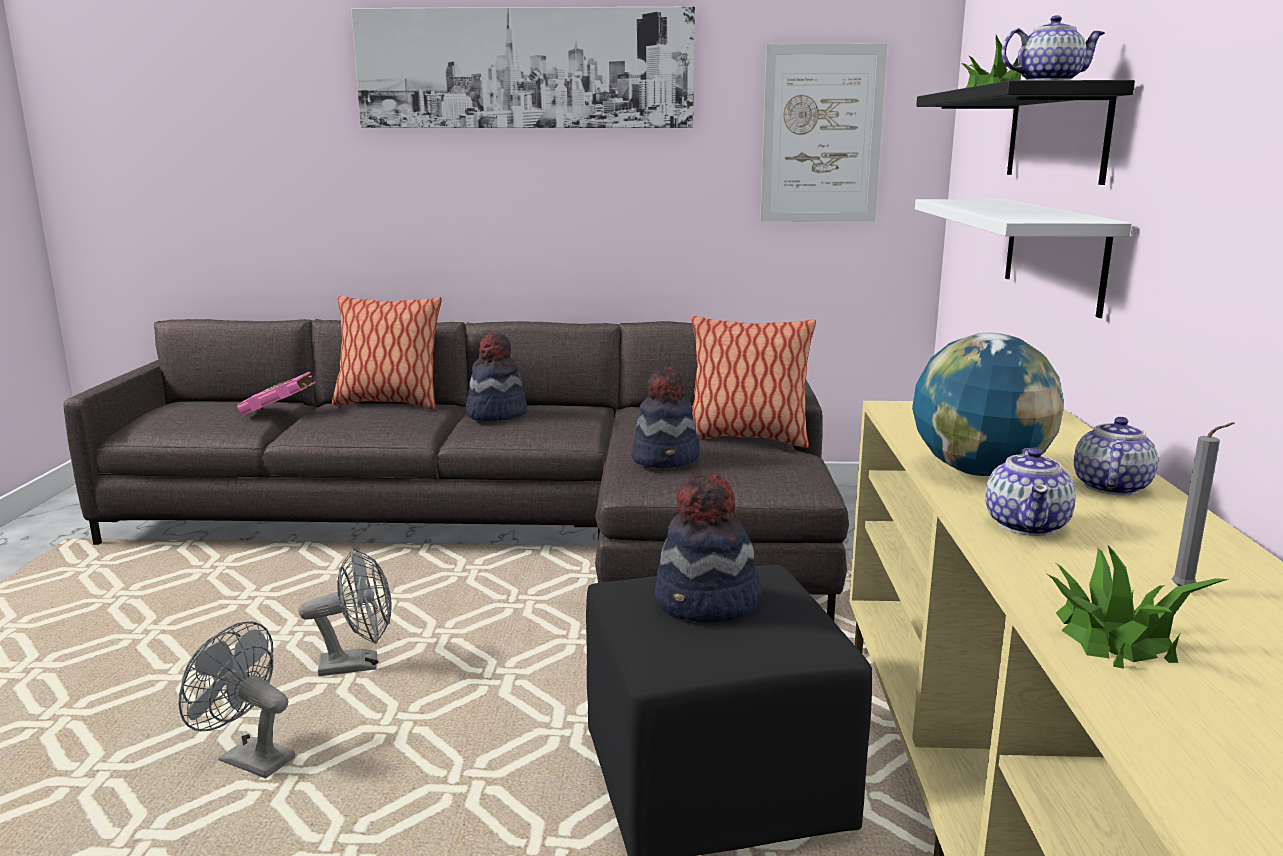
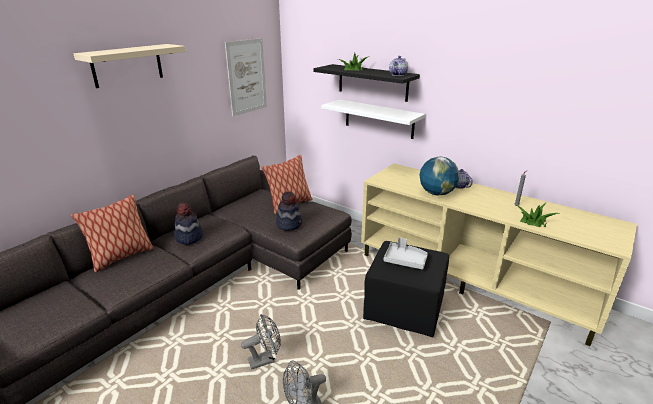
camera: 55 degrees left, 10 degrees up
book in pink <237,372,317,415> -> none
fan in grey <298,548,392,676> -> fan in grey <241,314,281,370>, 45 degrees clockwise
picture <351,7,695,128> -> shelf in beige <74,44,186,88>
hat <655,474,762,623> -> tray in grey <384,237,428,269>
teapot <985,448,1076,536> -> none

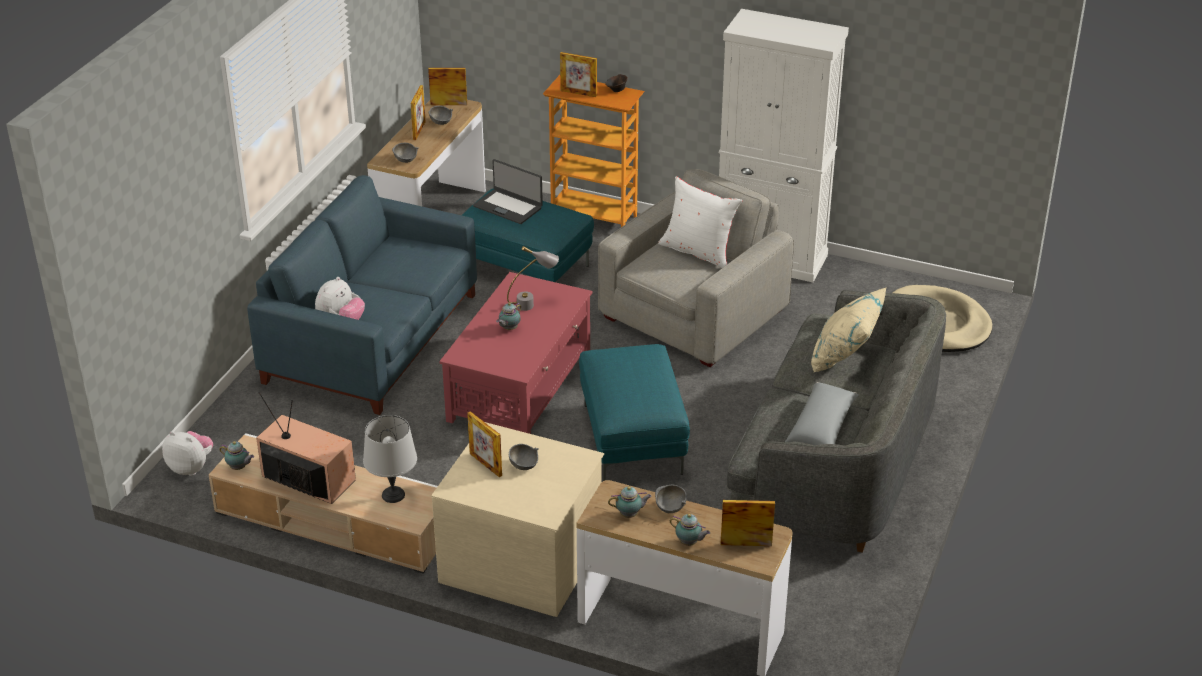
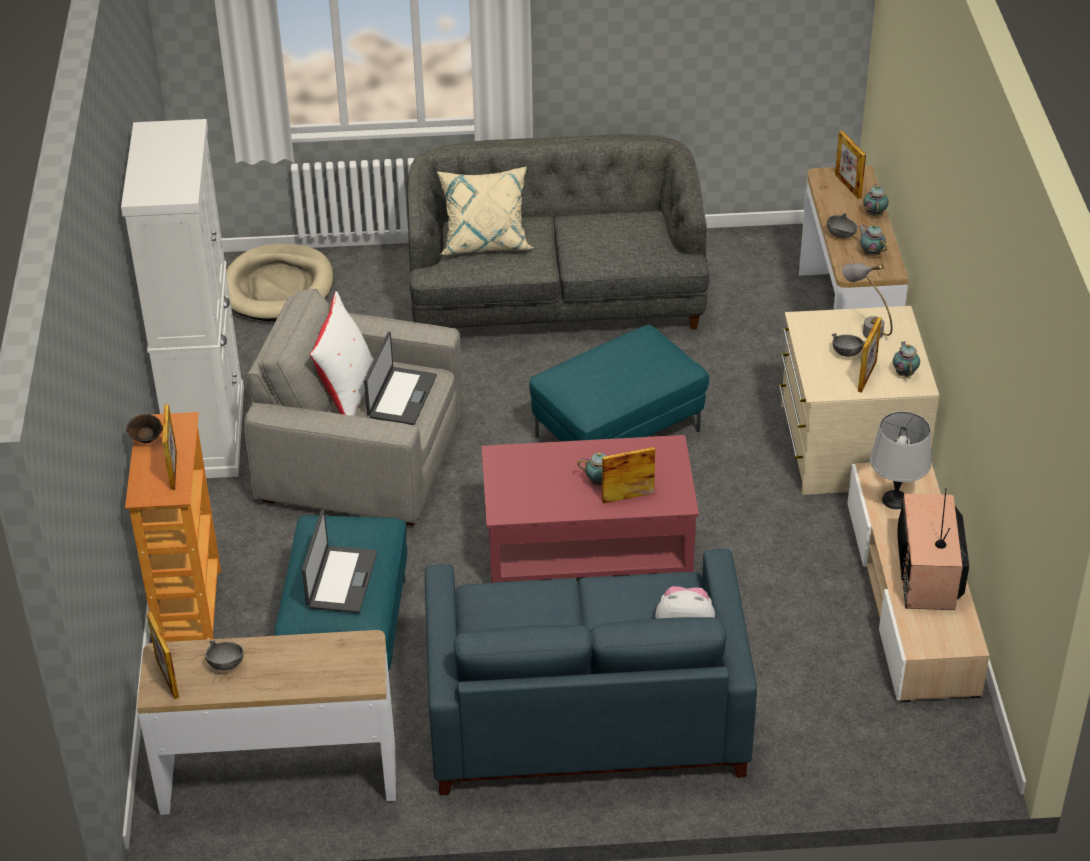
camera: 115 degrees left, 5 degrees up
plush toy <162,431,213,476> -> none
teapot <219,441,254,470> -> teapot <893,341,920,377>, move
bowl in grey <392,143,419,163> -> none
picture frame <411,85,425,140> -> picture frame <602,447,655,504>, move
table lamp in grey <507,246,559,311> -> table lamp in grey <842,263,892,339>, move
pillow in grey <785,382,859,445> -> none
none -> laptop <364,332,437,425>

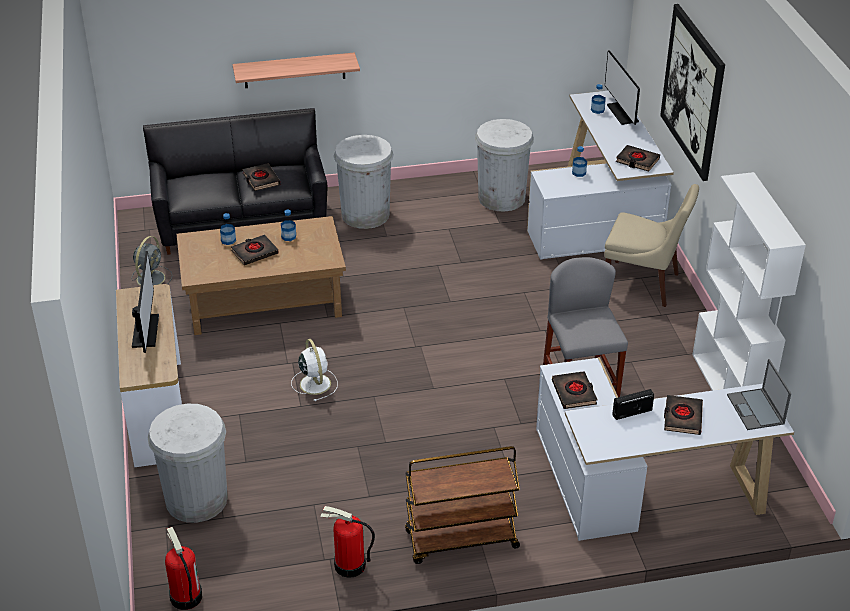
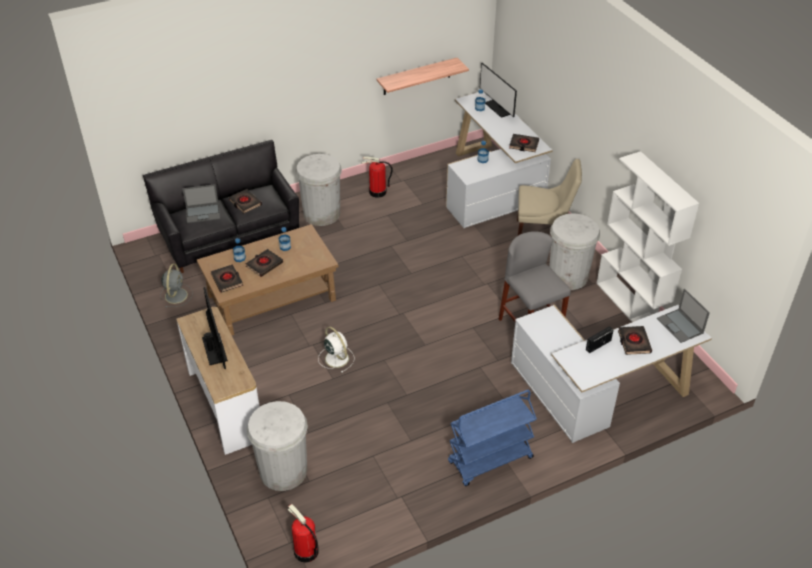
camera: 15 degrees left, 5 degrees up
shelf <233,53,360,88> -> shelf <376,58,469,95>, move
fire extinguisher <320,506,375,578> -> fire extinguisher <361,157,393,197>, move
cart in brown <405,446,520,564> -> cart in blue <448,390,537,486>
trash can in white <475,119,534,211> -> trash can in white <549,213,600,290>, move
book in black <552,371,598,409> -> book in black <211,264,243,293>, move
picture <660,4,725,181> -> none
none -> laptop <182,184,220,223>

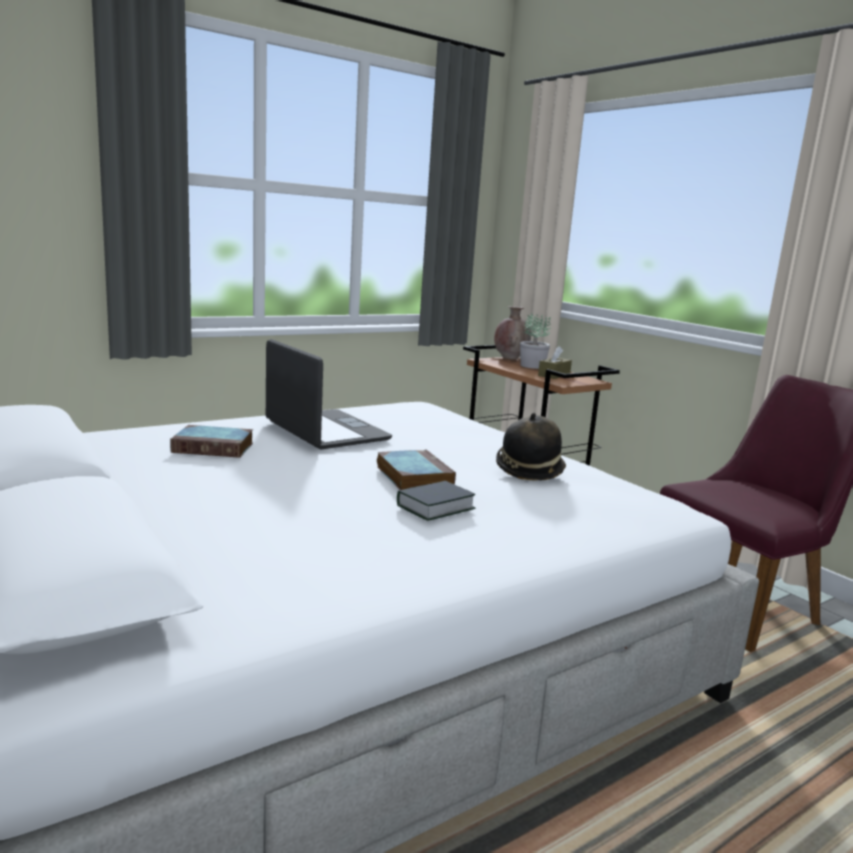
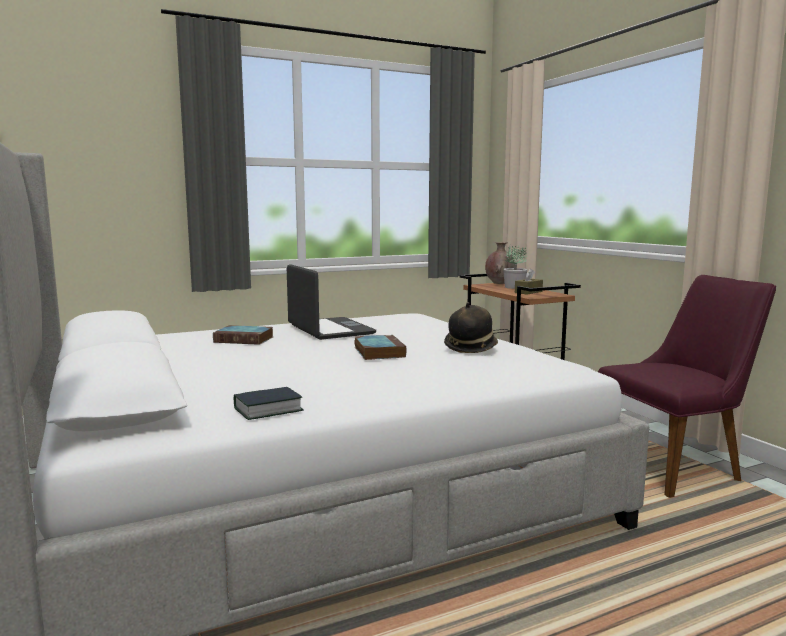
camera: 10 degrees right, 5 degrees down
book <397,481,476,521> -> book <234,387,304,420>, move

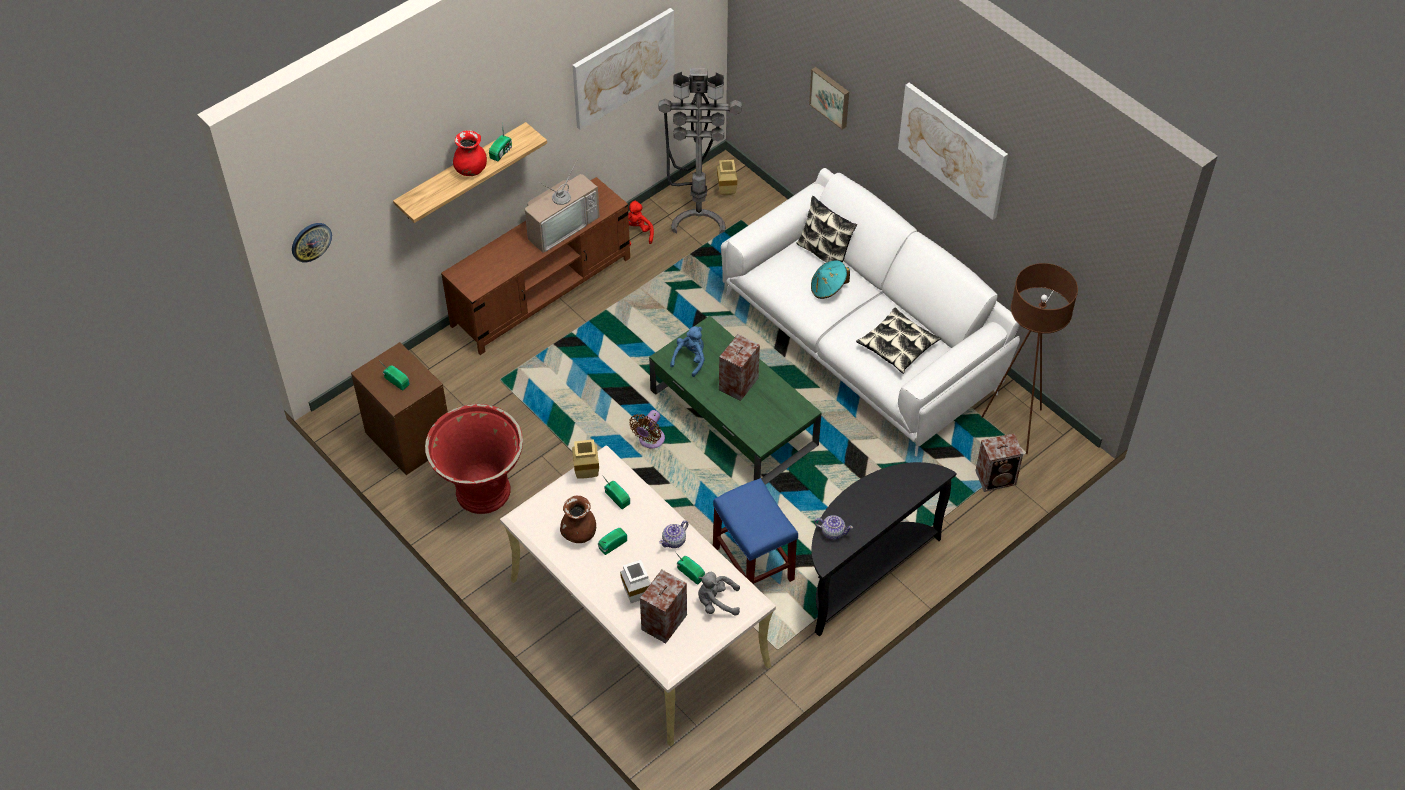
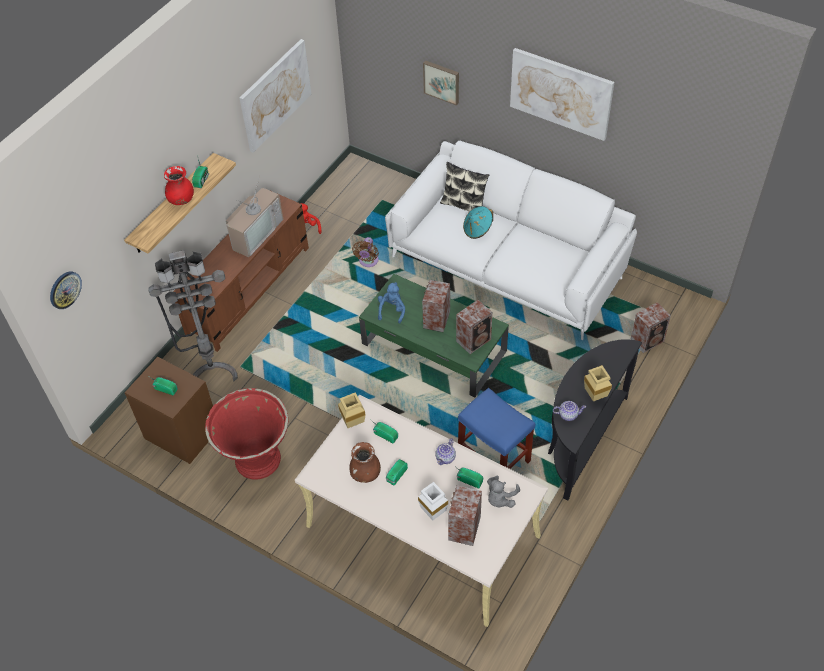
camera: 15 degrees left, 0 degrees up
fan in brown <629,410,665,448> -> fan in brown <352,237,379,267>, move
floor lamp in grey <658,68,742,234> -> floor lamp in grey <148,250,238,382>, move
plush toy in grey <698,572,740,616> -> plush toy in grey <487,475,520,508>, 45 degrees counterclockwise
vase in beige <717,159,738,195> -> vase in beige <584,365,612,401>, move
pillow <856,308,941,374> -> none
floor lamp in brown <981,263,1078,454> -> none
none -> speaker <456,300,492,354>

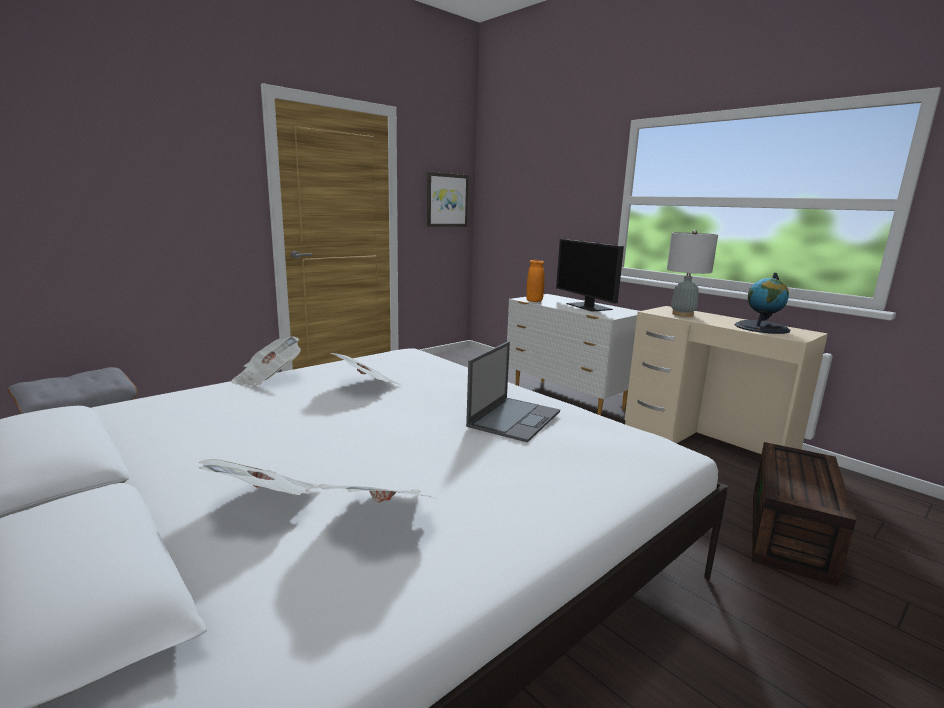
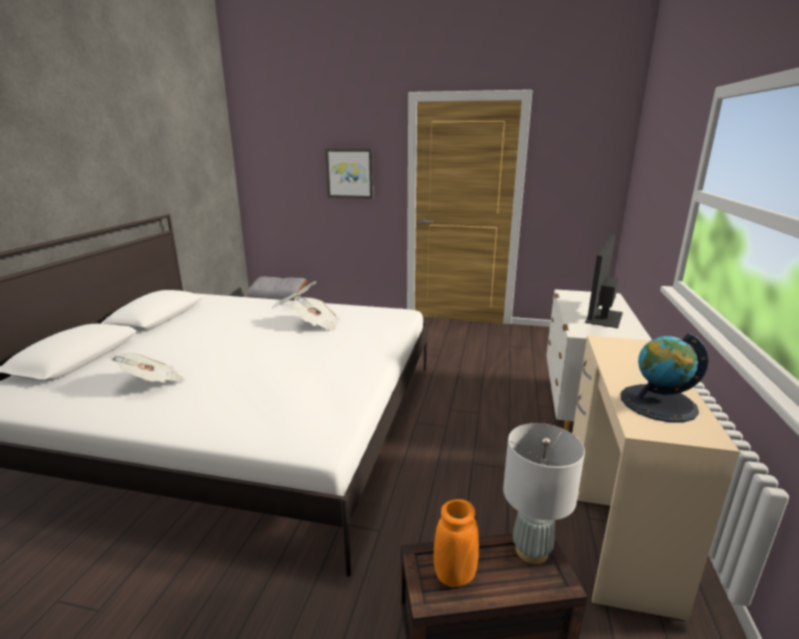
camera: 55 degrees right, 5 degrees up
newspaper <198,459,320,496> -> none
picture <427,172,469,227> -> picture <325,148,373,199>, move
laptop <466,341,560,443> -> none
vase in orange <526,260,545,302> -> vase in orange <434,499,479,587>, move
table lamp in grey <667,230,718,317> -> table lamp in grey <503,423,585,564>, move

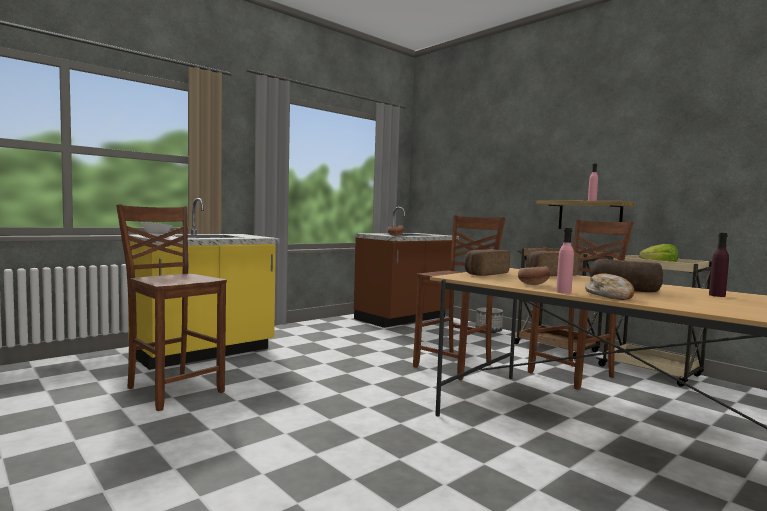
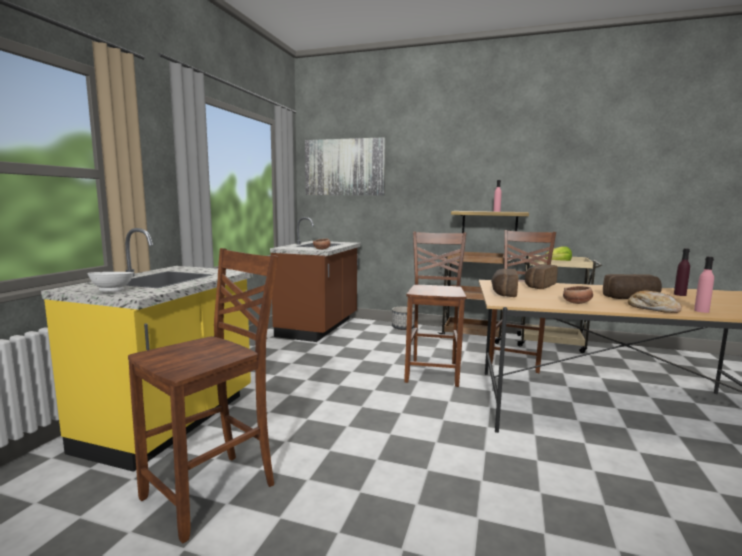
camera: 30 degrees left, 5 degrees up
chair in brown <116,204,227,411> -> chair in brown <128,248,278,543>, 120 degrees clockwise
bottle in pink <556,228,574,294> -> bottle in pink <694,257,714,313>, move
none -> picture <305,137,385,196>

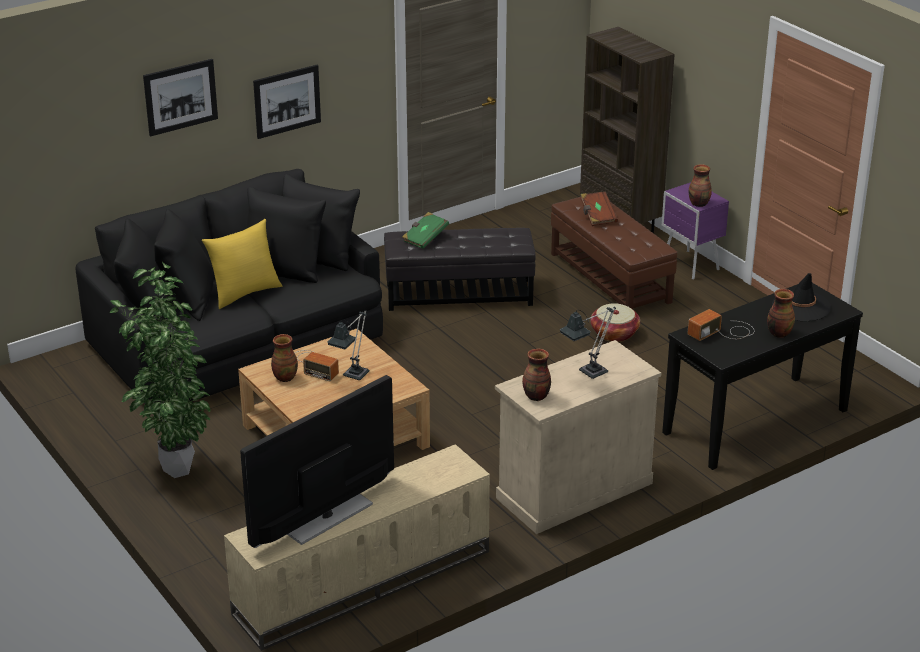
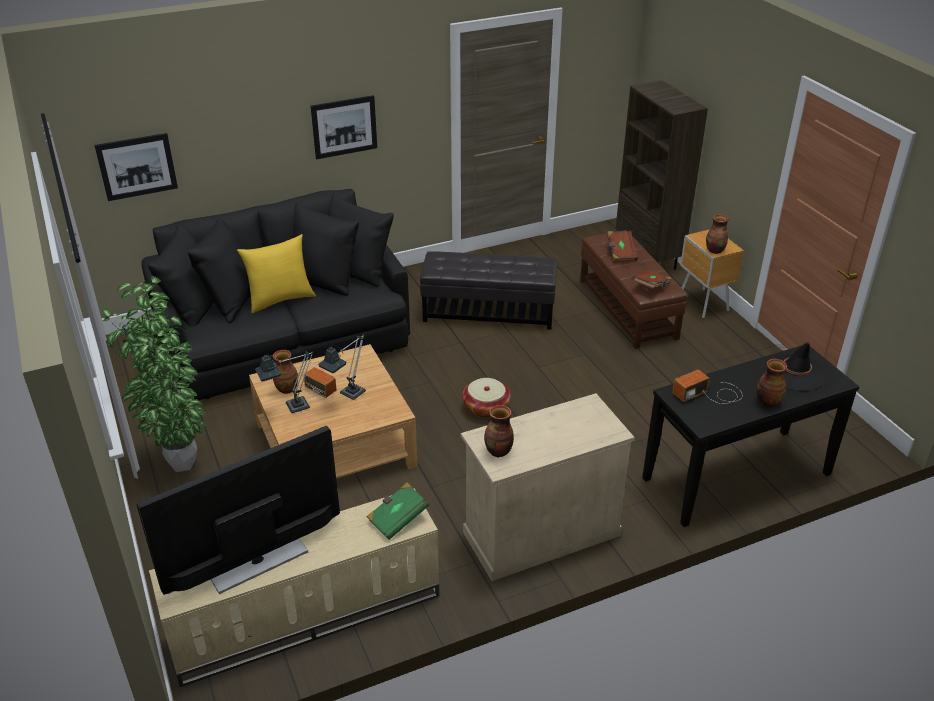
camera: 10 degrees right, 5 degrees up
picture <143,59,218,136> -> picture <94,133,178,201>, move
book in green <402,212,449,249> -> book in green <366,483,429,540>, move
table lamp <560,307,616,379> -> table lamp <255,351,314,413>, move
basket <590,303,640,342> -> basket <462,378,511,418>, move
nightstand in purple <662,182,729,280> -> nightstand in brown <680,229,744,318>
none -> book in brown <631,270,672,289>

